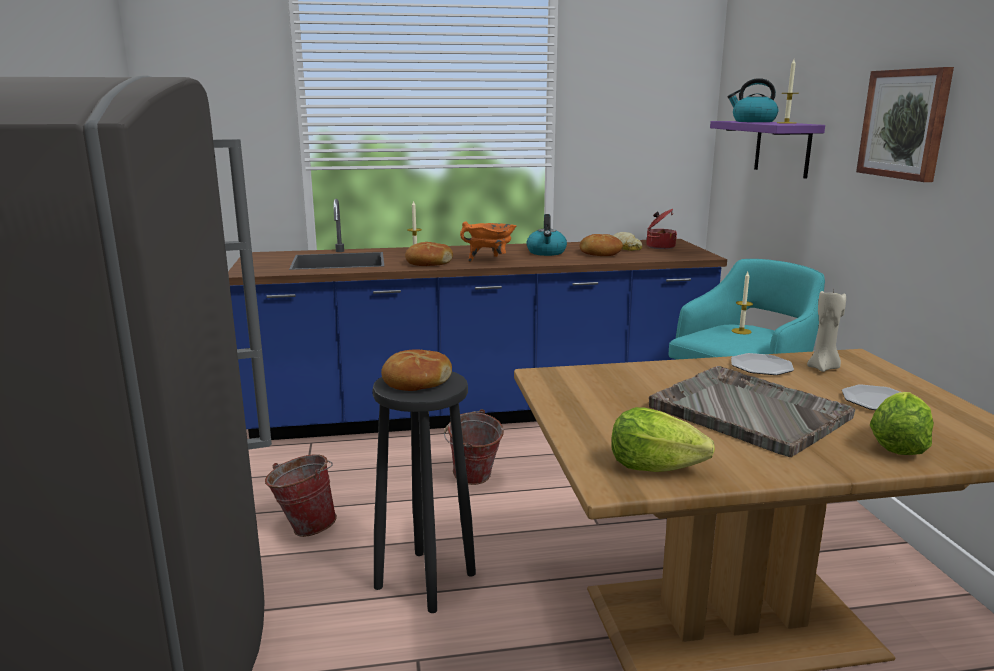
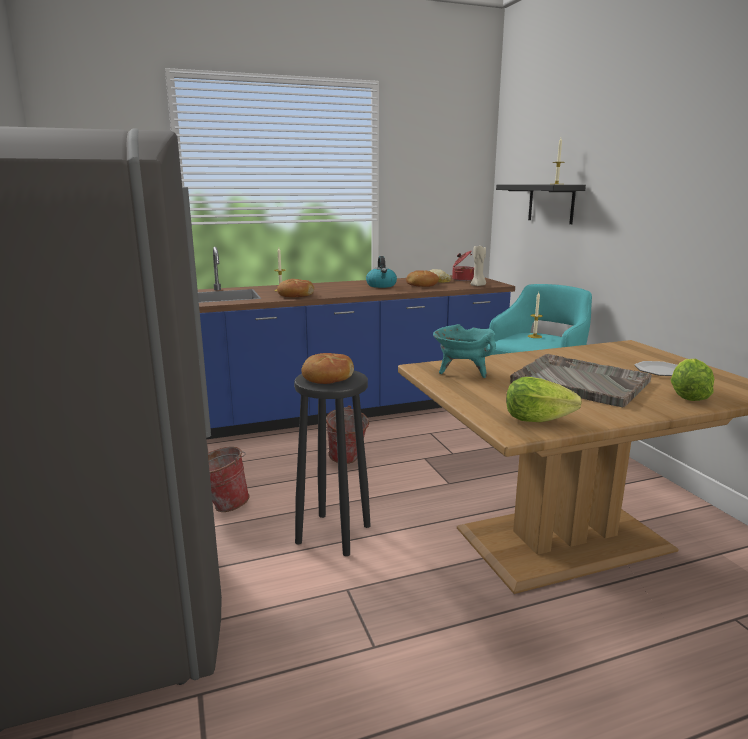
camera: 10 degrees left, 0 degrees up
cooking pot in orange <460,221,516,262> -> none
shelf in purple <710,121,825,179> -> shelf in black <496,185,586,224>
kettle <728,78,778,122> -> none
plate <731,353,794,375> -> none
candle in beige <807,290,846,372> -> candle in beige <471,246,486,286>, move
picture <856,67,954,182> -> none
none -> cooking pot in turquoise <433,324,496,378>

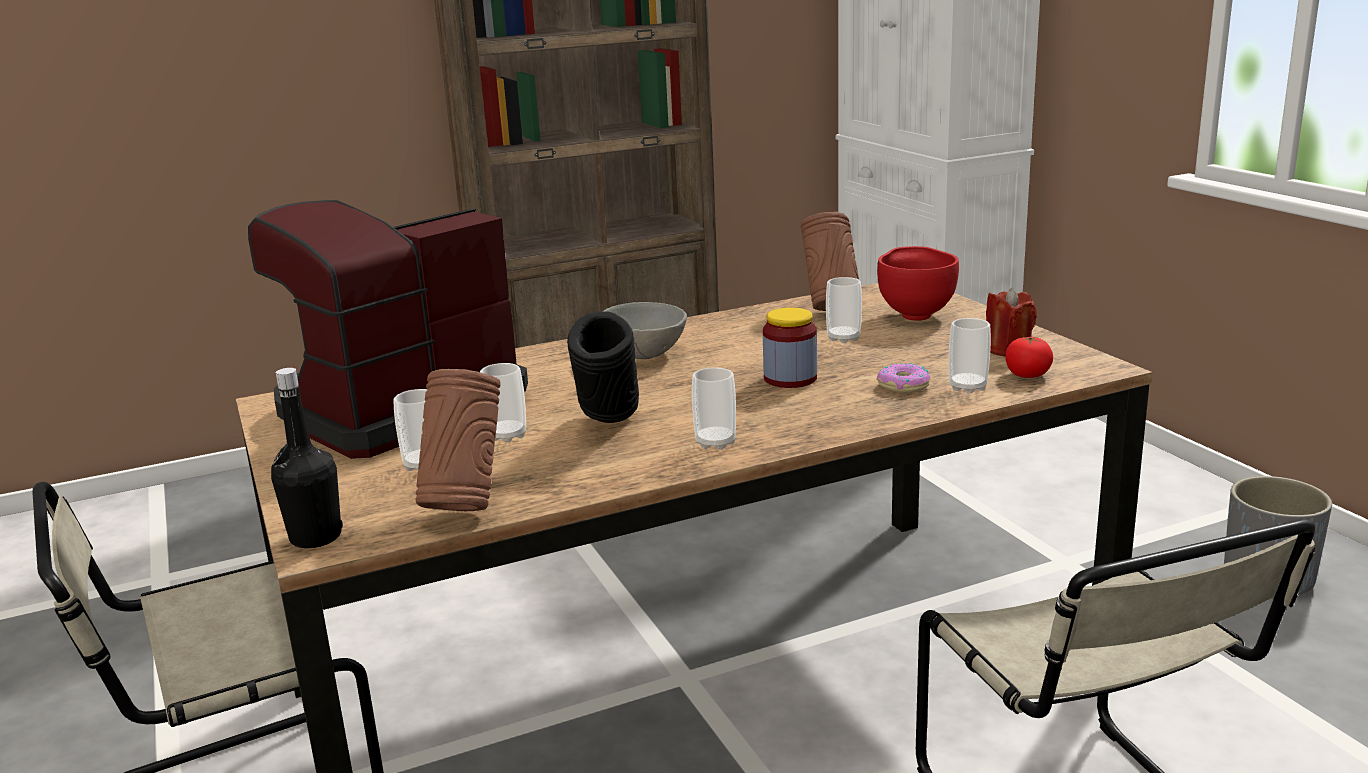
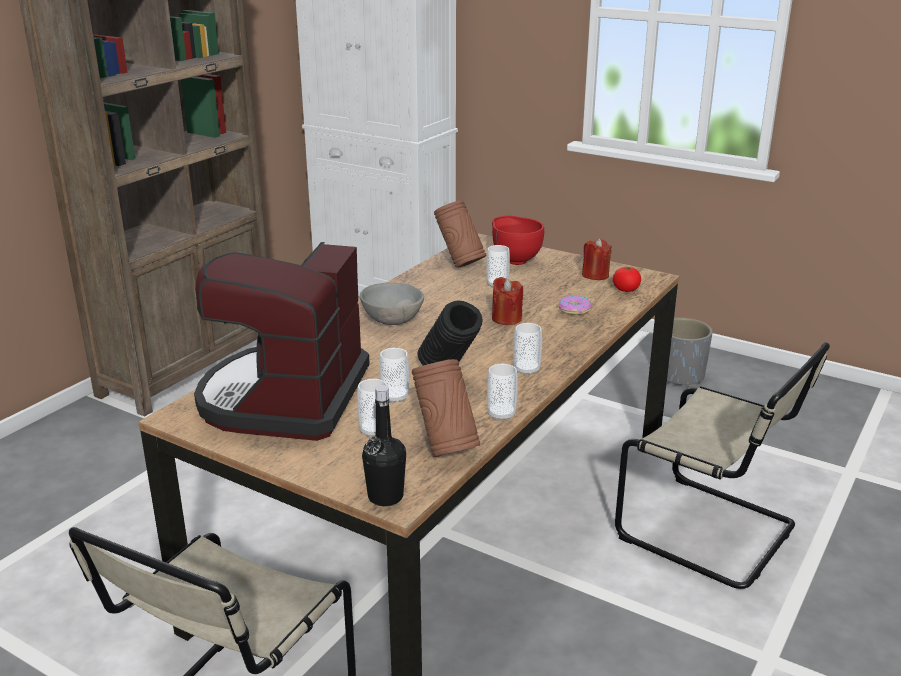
camera: 35 degrees left, 5 degrees up
jar <763,307,817,388> -> candle in red <492,277,523,325>
cup <949,318,991,393> -> cup <487,364,518,421>, move

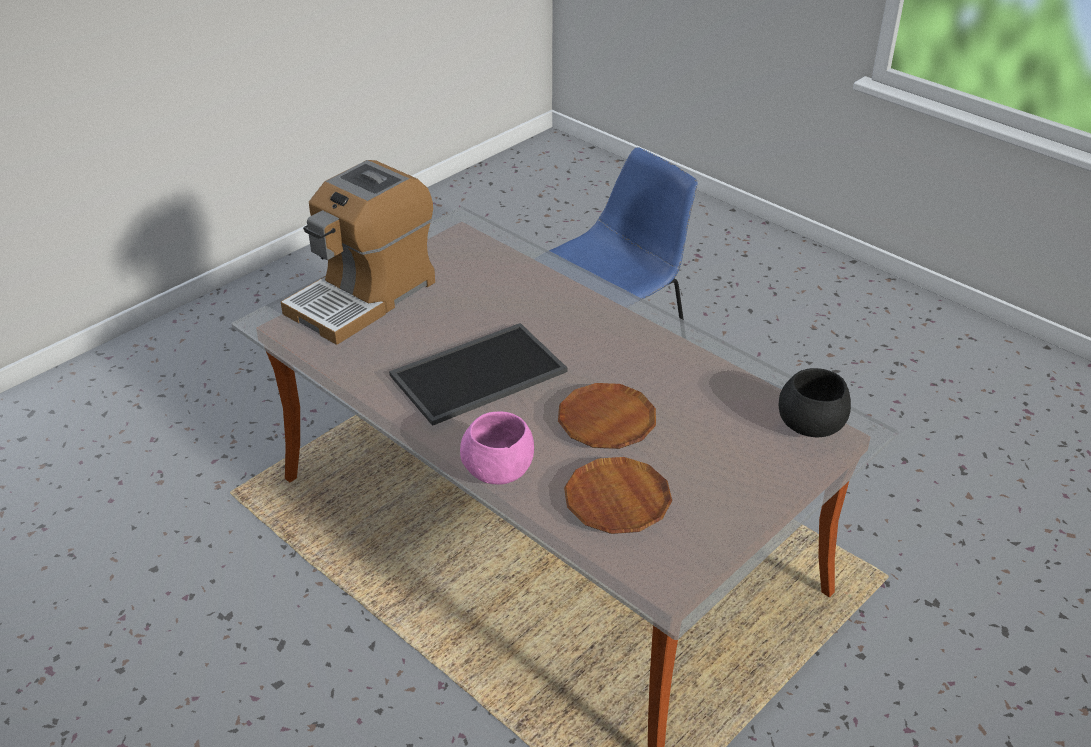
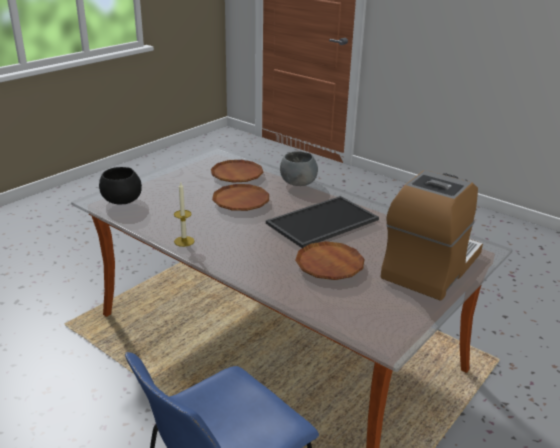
camera: 175 degrees right, 10 degrees down
bowl in pink <460,411,534,484> -> bowl in grey <280,151,318,186>
none -> candle <174,183,194,247>
none -> plate in brown <295,241,365,280>

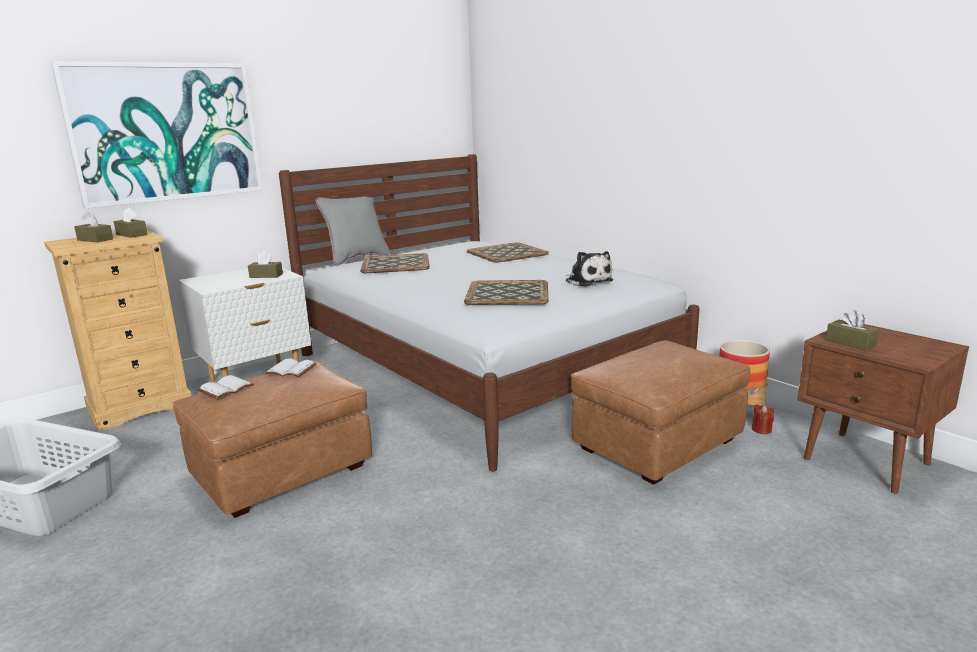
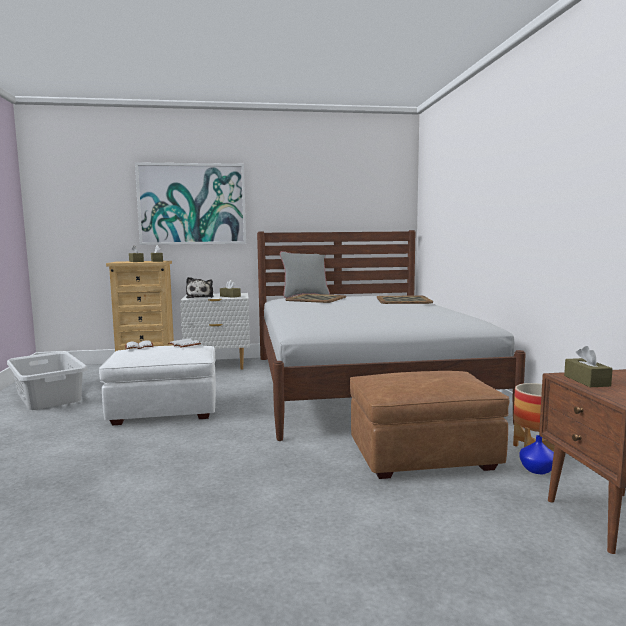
camera: 30 degrees right, 10 degrees down
ottoman in brown <173,362,372,518> -> ottoman in white <99,345,216,425>
tray <464,280,548,305> -> none
plush toy <565,251,613,287> -> plush toy <186,277,214,298>, move
candle in red <752,404,774,434> -> vase in blue <519,435,554,474>

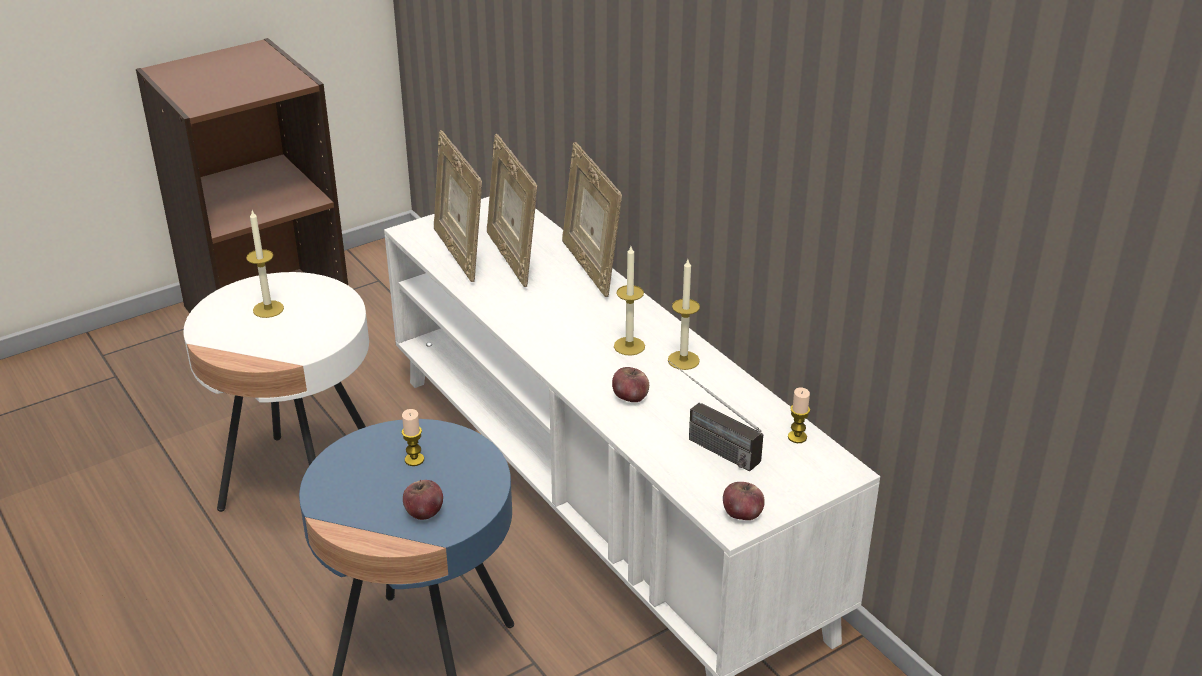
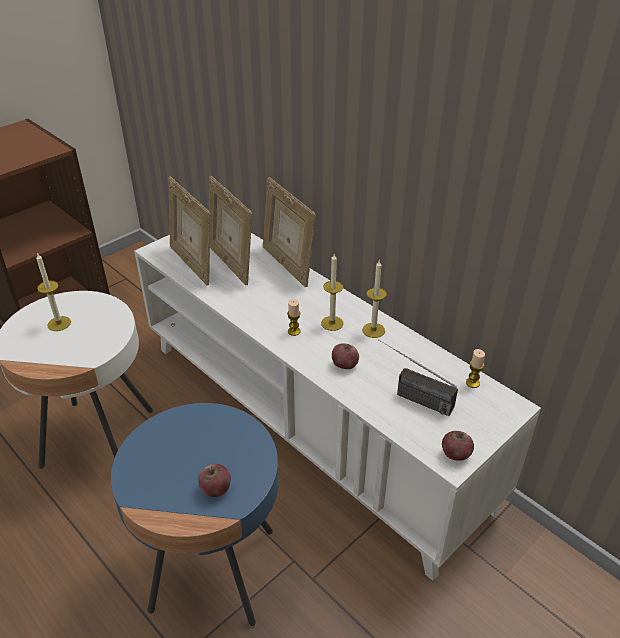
camera: 10 degrees left, 5 degrees up
candle <402,409,424,466> -> candle <287,299,301,336>, move

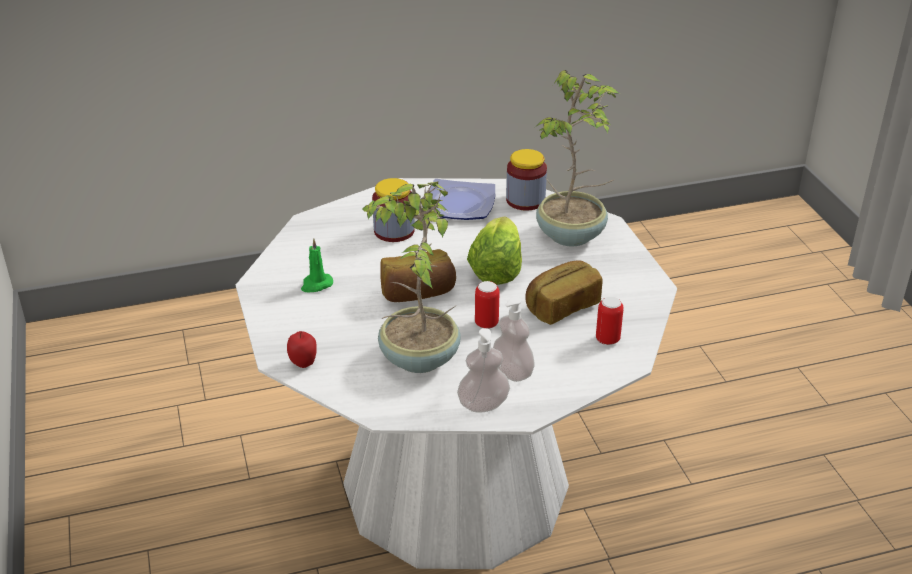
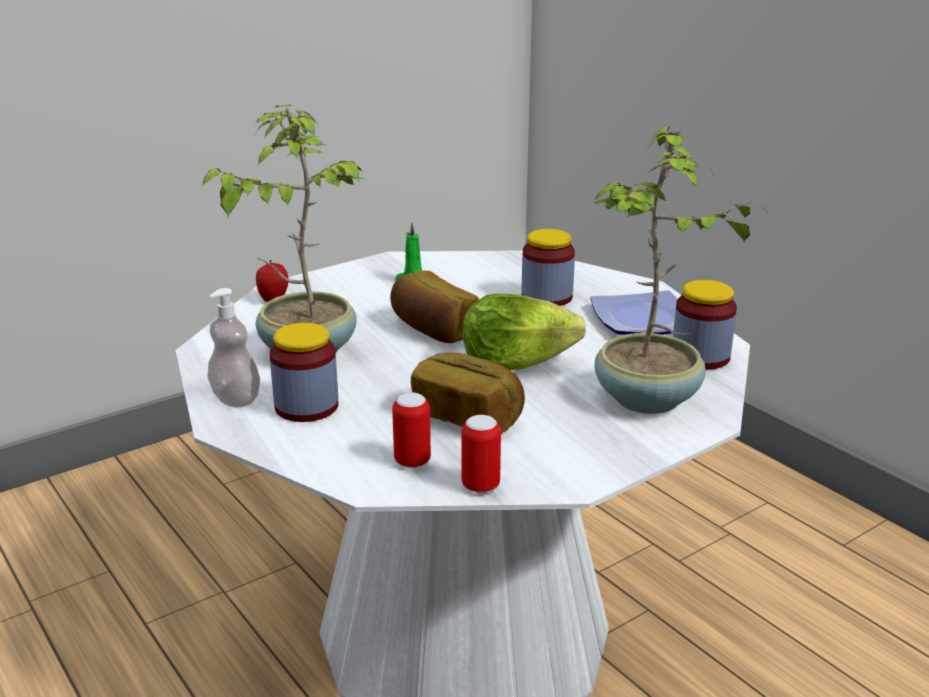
camera: 70 degrees right, 10 degrees down
can <475,281,500,329> -> can <461,415,501,493>, move
soap dispenser <493,297,535,382> -> jar <269,323,338,422>

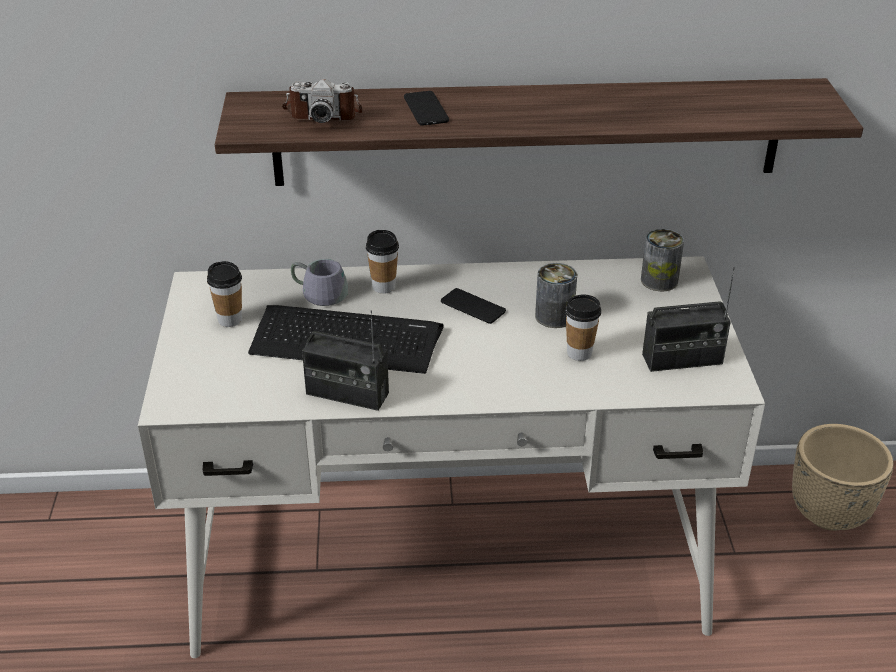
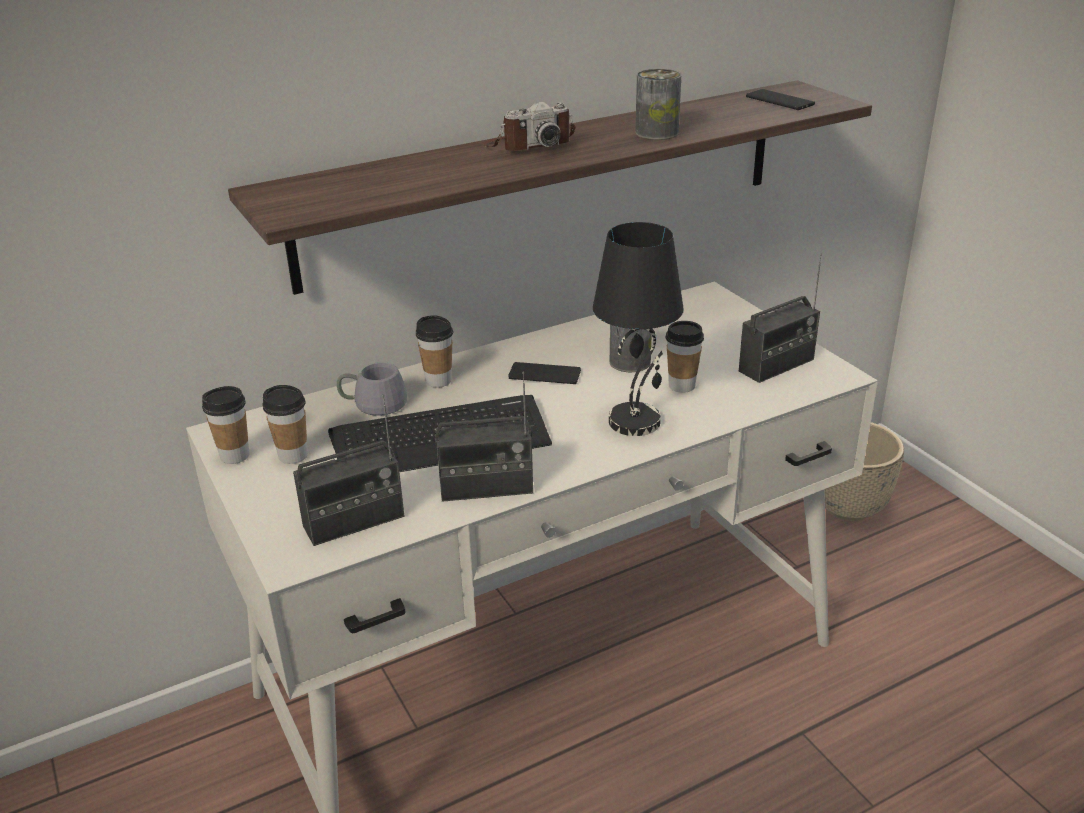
camera: 25 degrees left, 5 degrees down
photo camera <282,79,363,123> -> photo camera <483,102,575,151>, move
phone <404,91,449,126> -> phone <746,89,815,110>, move
can <641,229,684,291> -> can <635,69,681,140>, move
none -> cup <202,386,249,464>
none -> radio <293,394,404,546>
none -> table lamp in black <593,222,684,436>

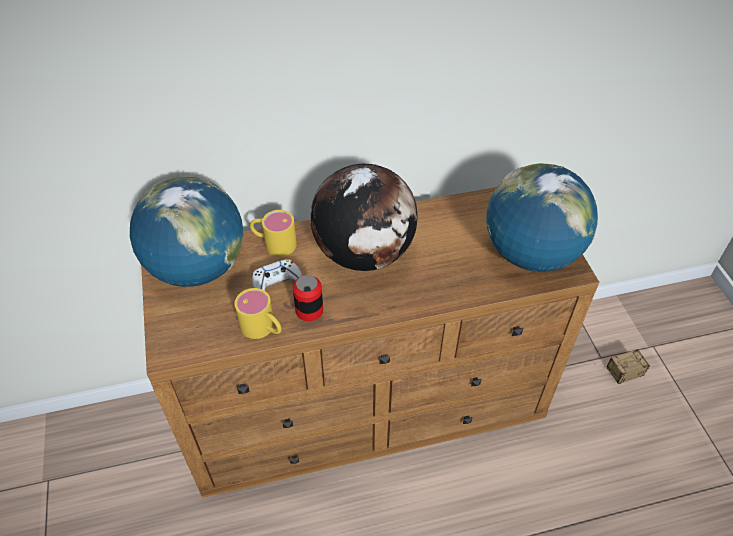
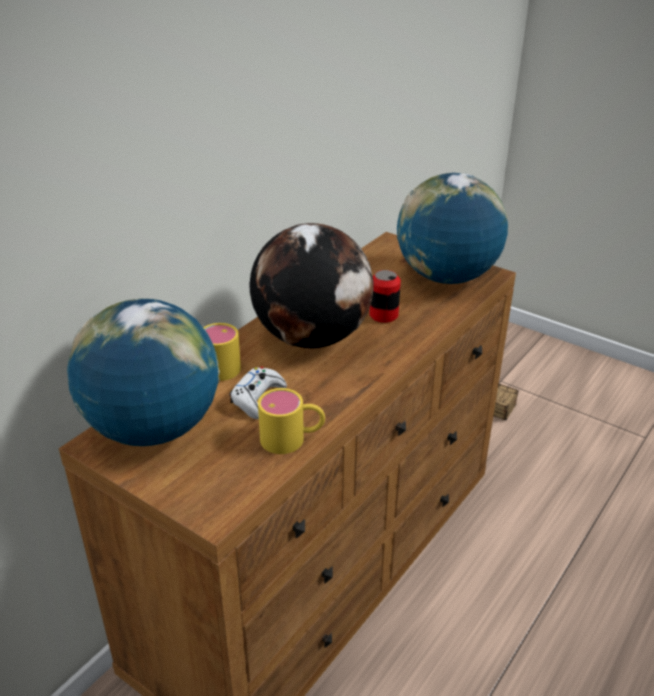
camera: 40 degrees left, 15 degrees down
can <293,275,323,321> -> can <369,270,401,323>, move

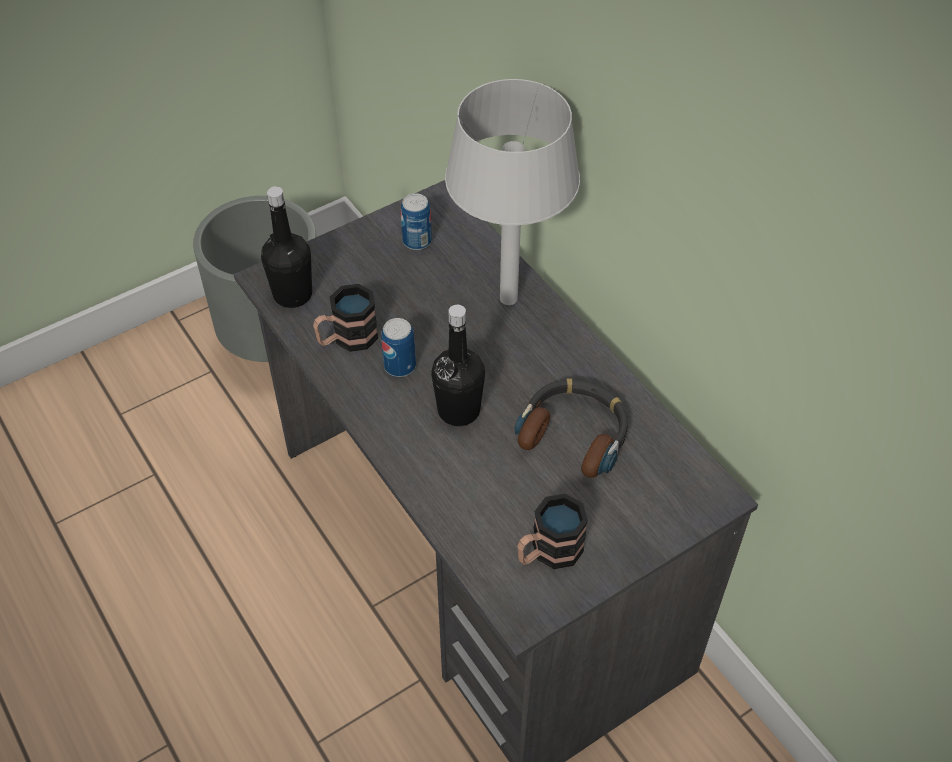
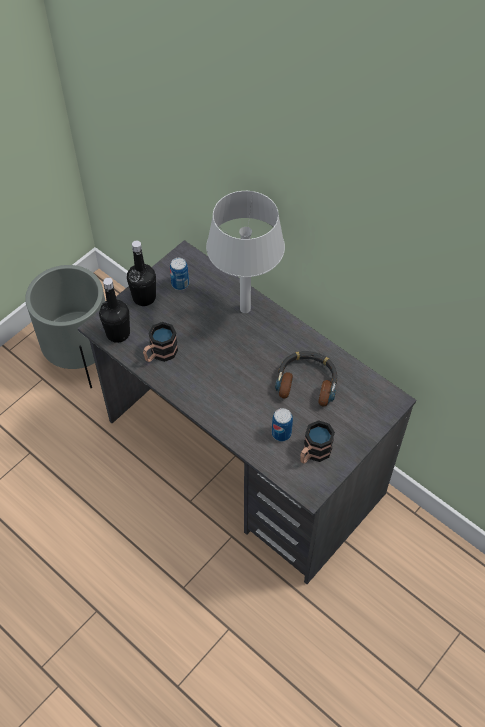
camera: 15 degrees left, 5 degrees up
can <381,318,416,377> -> can <272,408,293,442>, move
bottle in black <431,305,485,426> -> bottle in black <127,240,156,306>, move

